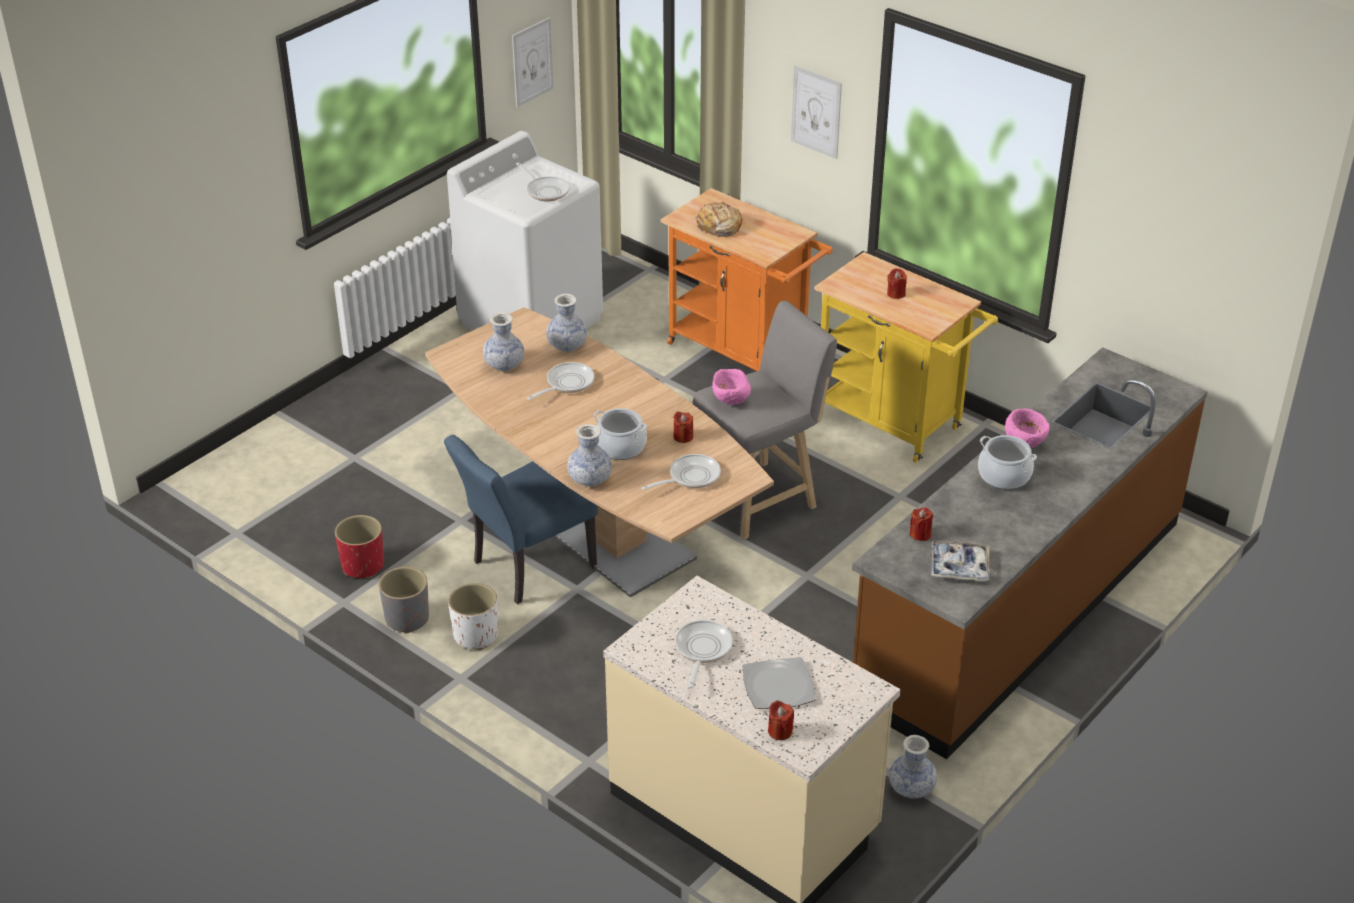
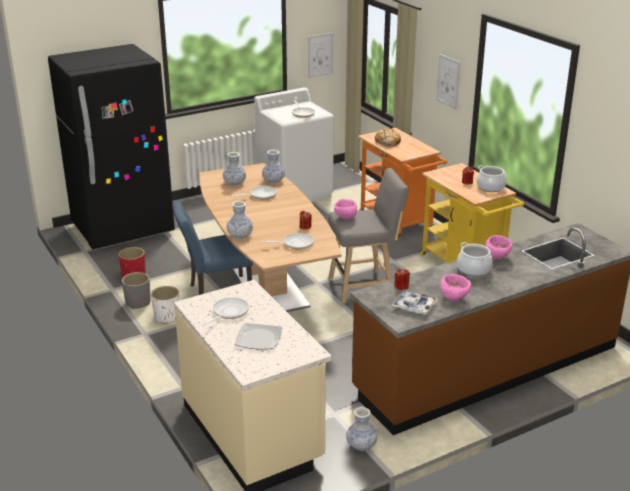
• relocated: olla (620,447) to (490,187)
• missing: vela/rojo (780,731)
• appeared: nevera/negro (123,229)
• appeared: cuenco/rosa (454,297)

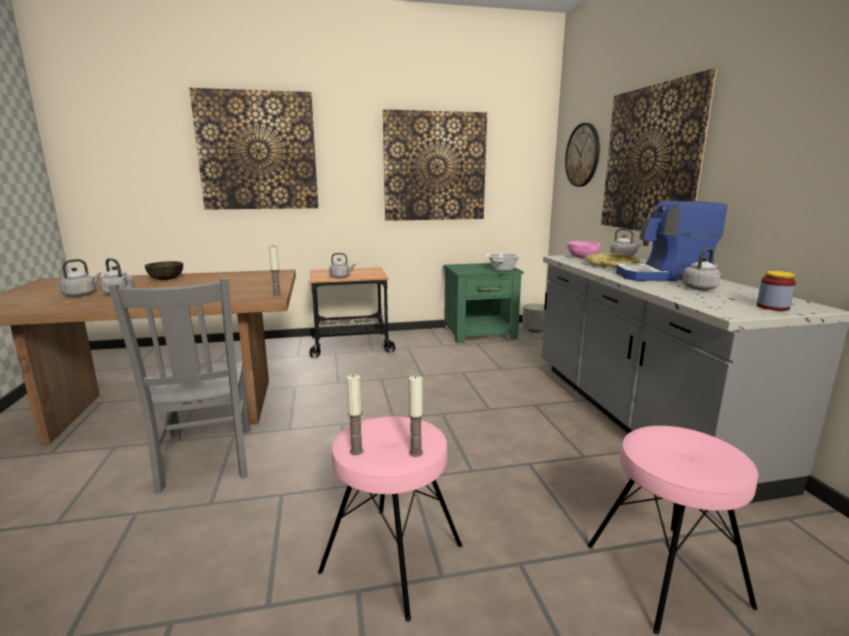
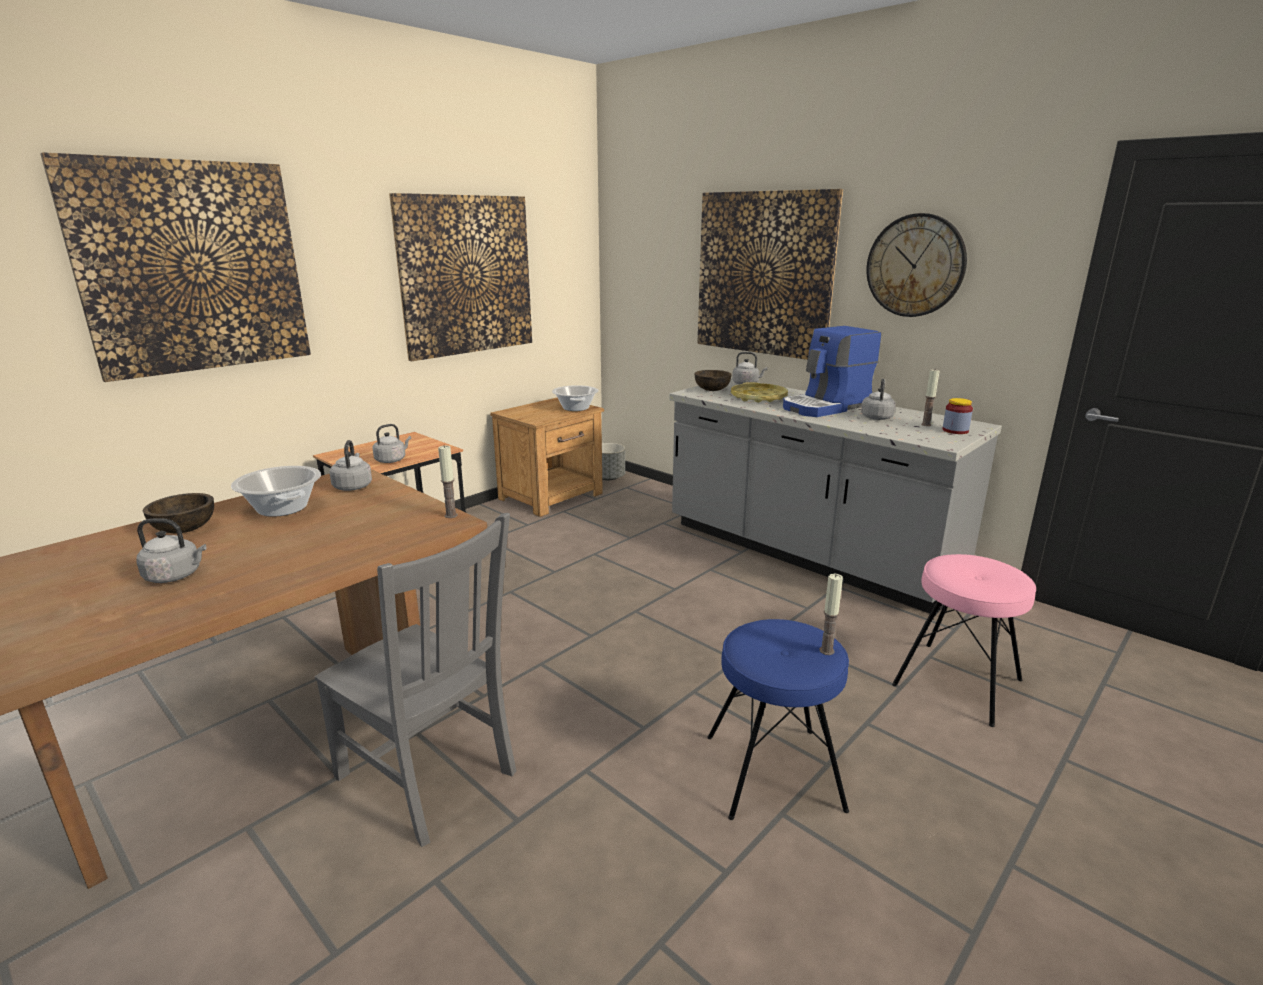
• relocated: reloj de pared (582,155) to (915,266)
• colour: cuenco/rosa (582,257) to cuenco/marrón (712,390)
• relocated: hervidor/gris (81,294) to (353,486)
• colour: mesita de noche/verde (481,333) to mesita de noche/marrón (552,496)
• relocated: vela (356,451) to (926,424)
• colour: taburete/rosa (392,558) to taburete/azul (773,772)
• appeared: olla (283,508)

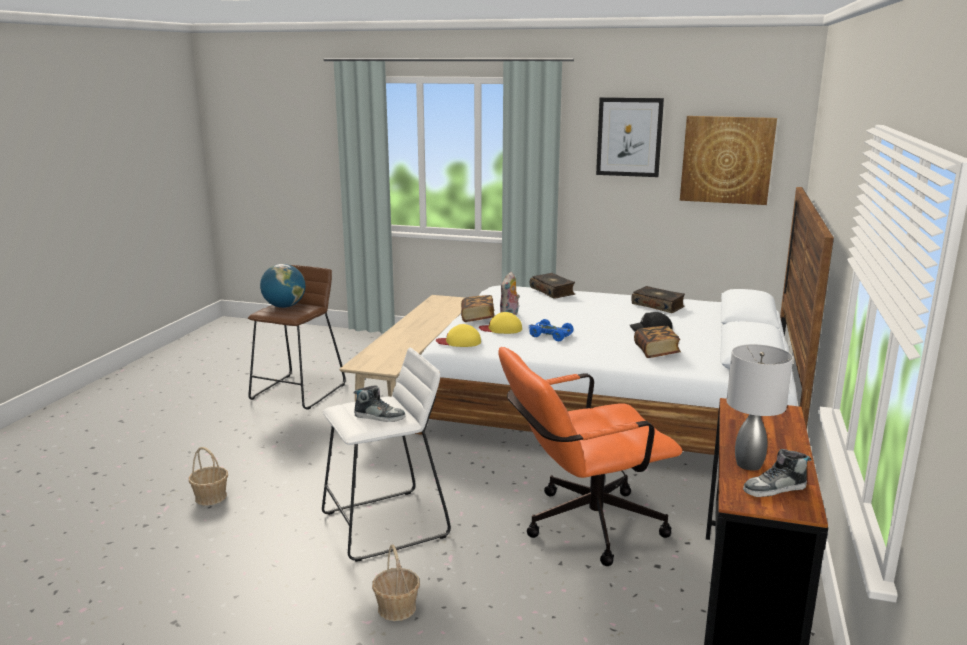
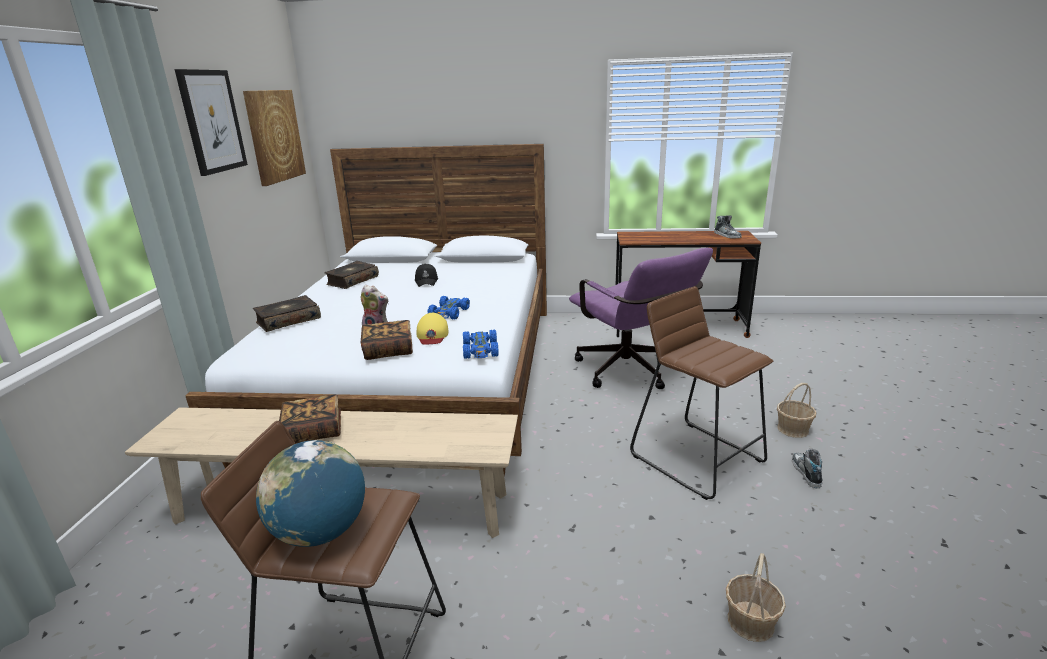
• exchanged: gorra/amarillo (459,342) to coche de juguete/azul (481,350)
• relocated: libro (656,352) to (313,431)
• missing: lámpara de mesa/gris (750,465)
• colour: taburete/blanco (385,525) to taburete/marrón (697,458)
• colour: silla de oficina/naranja (582,526) to silla de oficina/morado (631,373)
• relocated: zapato (379,417) to (806,473)

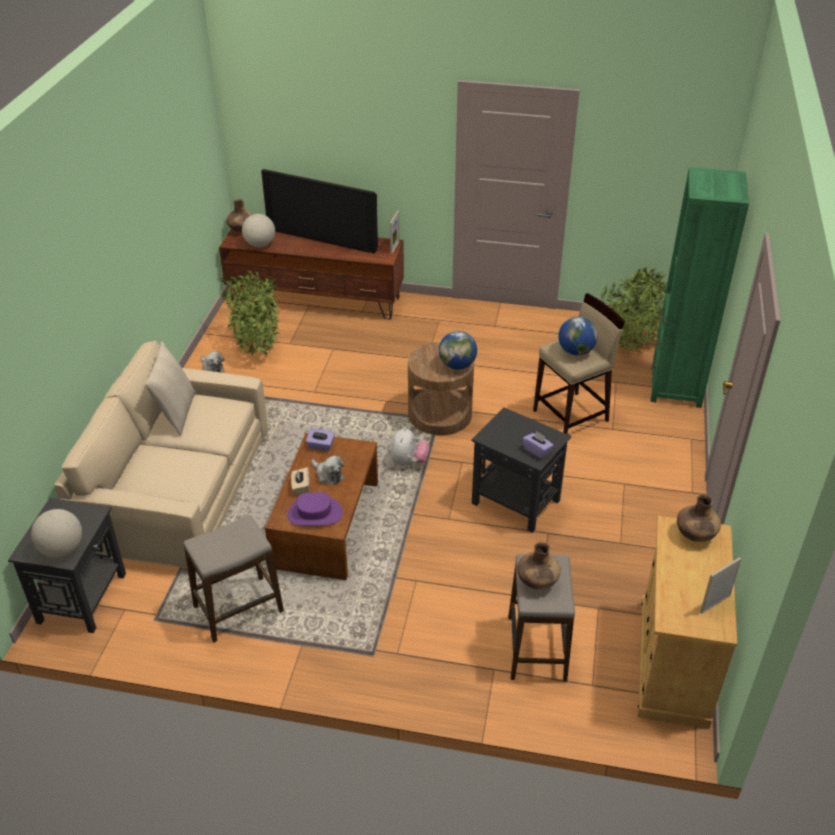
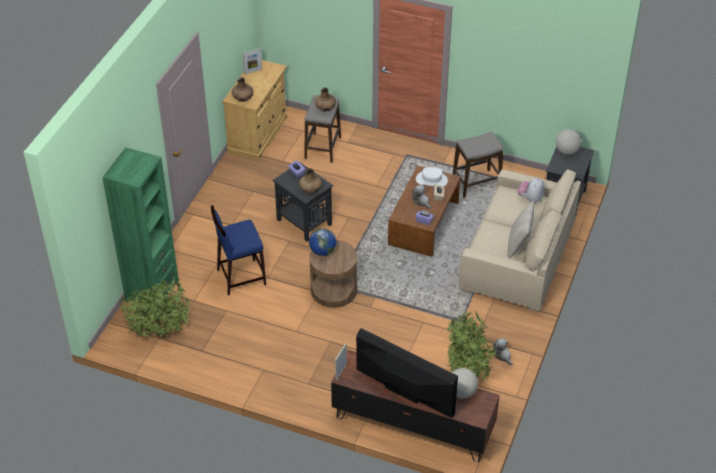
• relocated: florero/marrón (241,230) to (310,189)
• colour: taburete/beis (571,416) to taburete/azul (240,277)
• missing: globo terráqueo (576,351)
• relocated: peluche (408,462) to (530,198)
• colour: sombrero/morado (314,514) to sombrero/blanco (431,180)

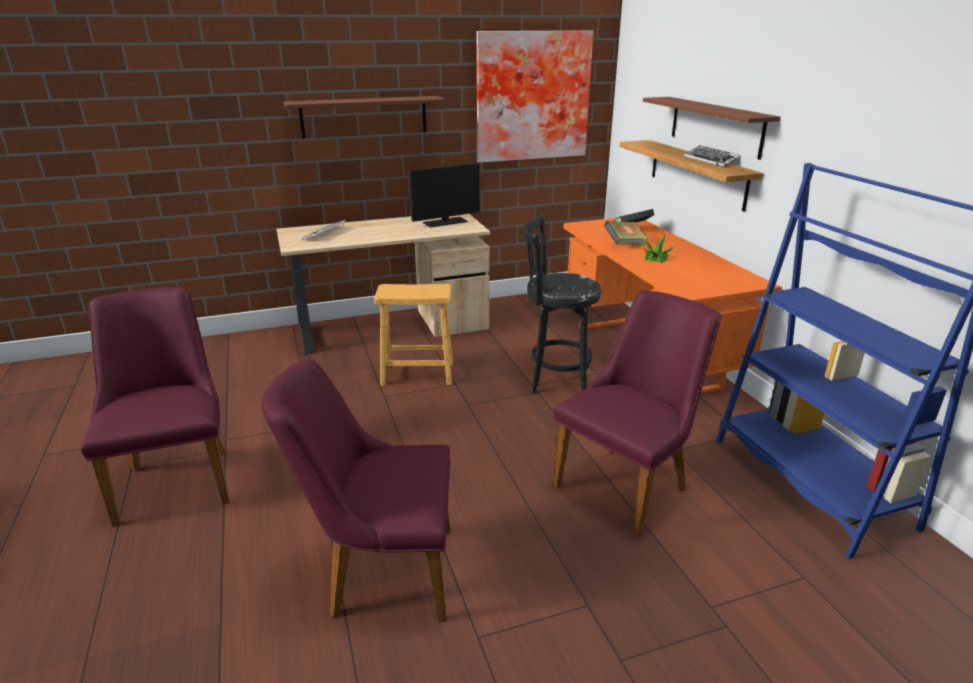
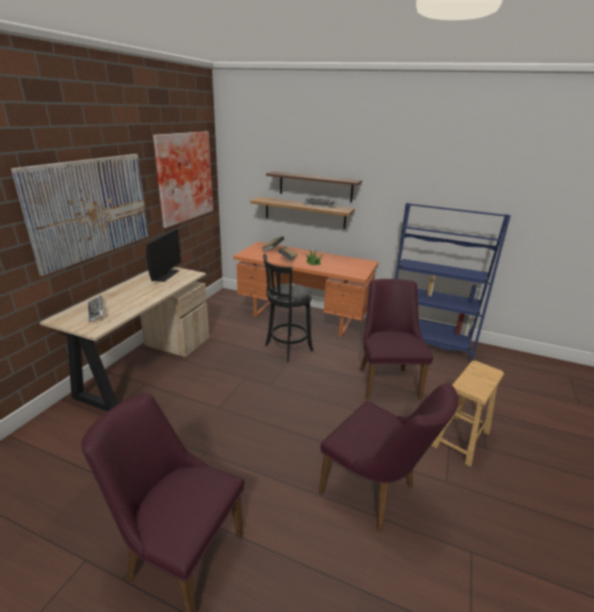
• exchanged: estante/marrón (364,116) to cuadro (91,208)
• relocated: taburete/marrón (417,374) to (461,439)
• spun: silla/morado (380,572) = (375,492) 90 degrees counterclockwise

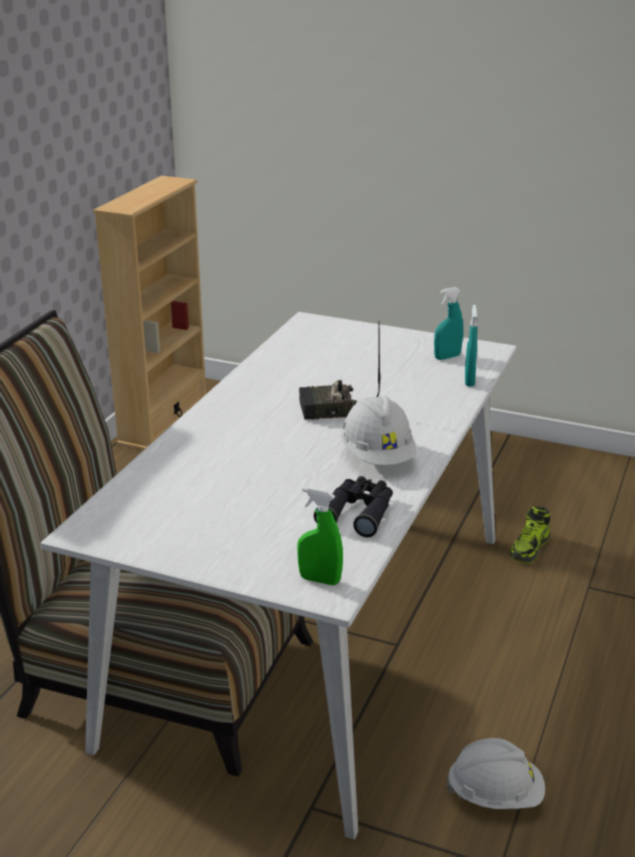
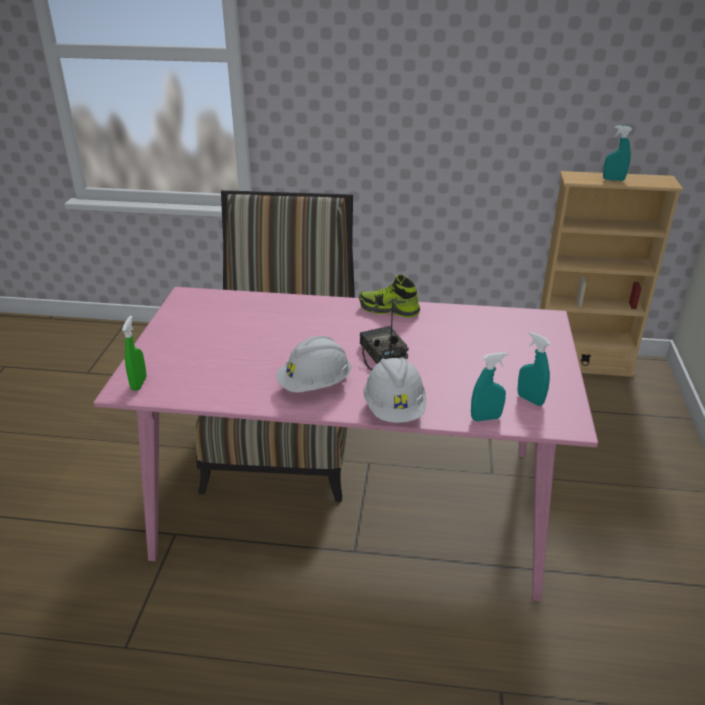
• colour: mesa de comedor/blanco (316,631) to mesa de comedor/rosa (353,502)
• missing: prismáticos/negro (358,512)
• relocated: zapato (529,549) to (389,310)
• relocated: casco/blanco (495,795) to (394,409)
• appeared: pulverizador/turquesa (613,180)

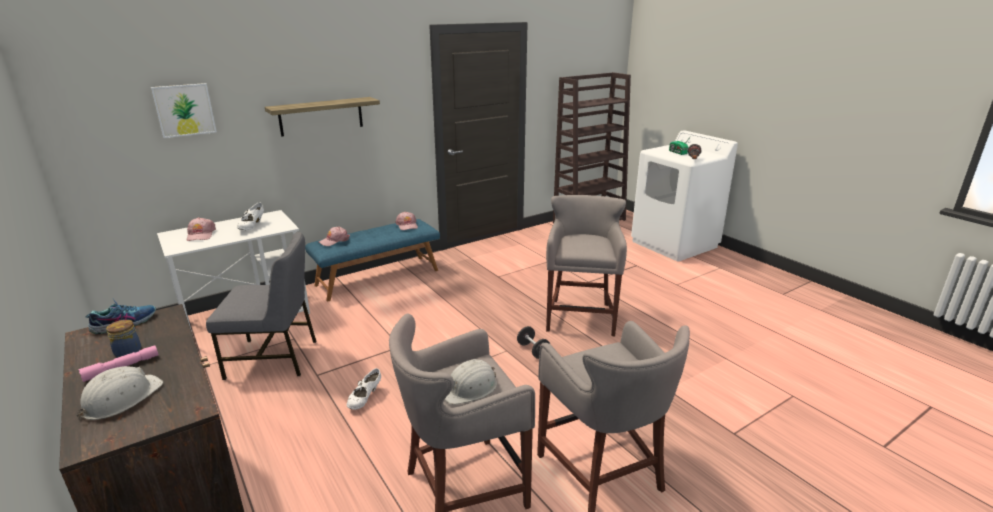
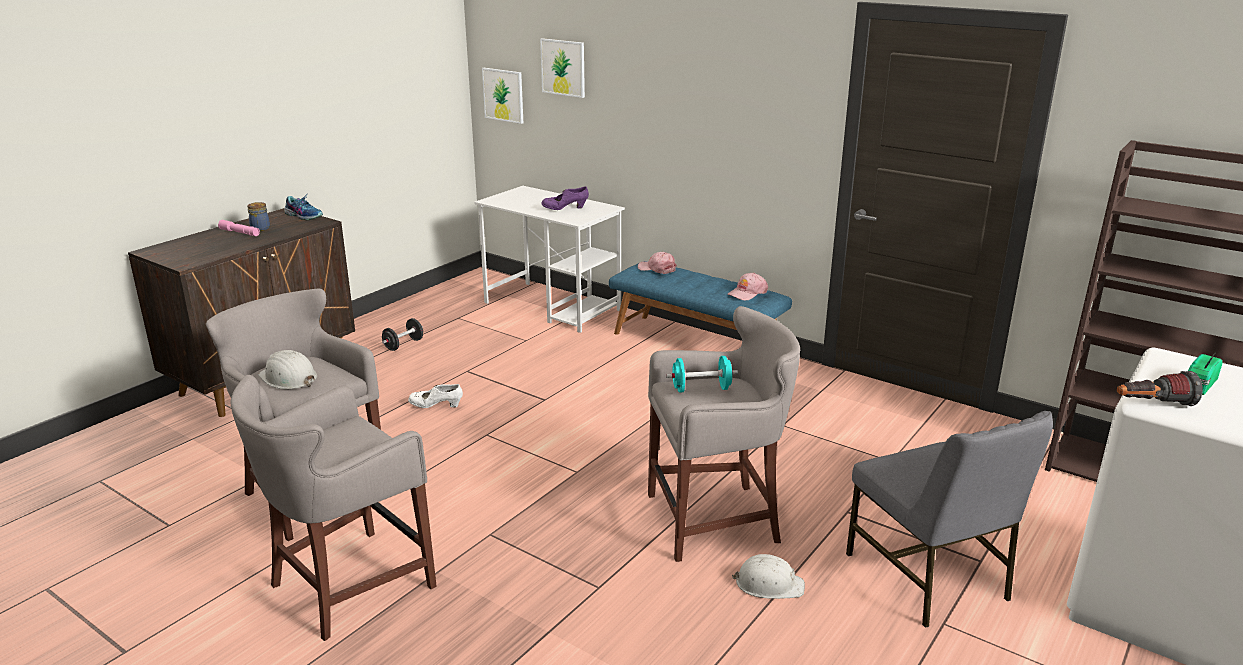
• missing: estante (321,116)
• colour: zapato/blanco (252,227) to zapato/morado (565,209)
• missing: gorra/rosa (201,235)
• relocated: silla/gris (274,358) to (929,577)
• relocated: mancuerna/negro (533,350) to (403,344)
• relocated: casco/blanco (121,398) to (768,584)
• appeared: cuadro (503,95)
• appeared: mancuerna/turquesa (701,389)

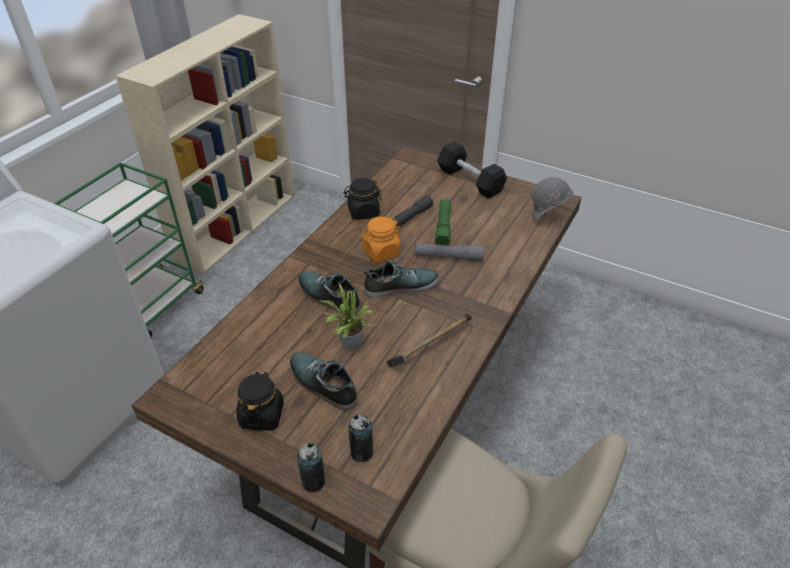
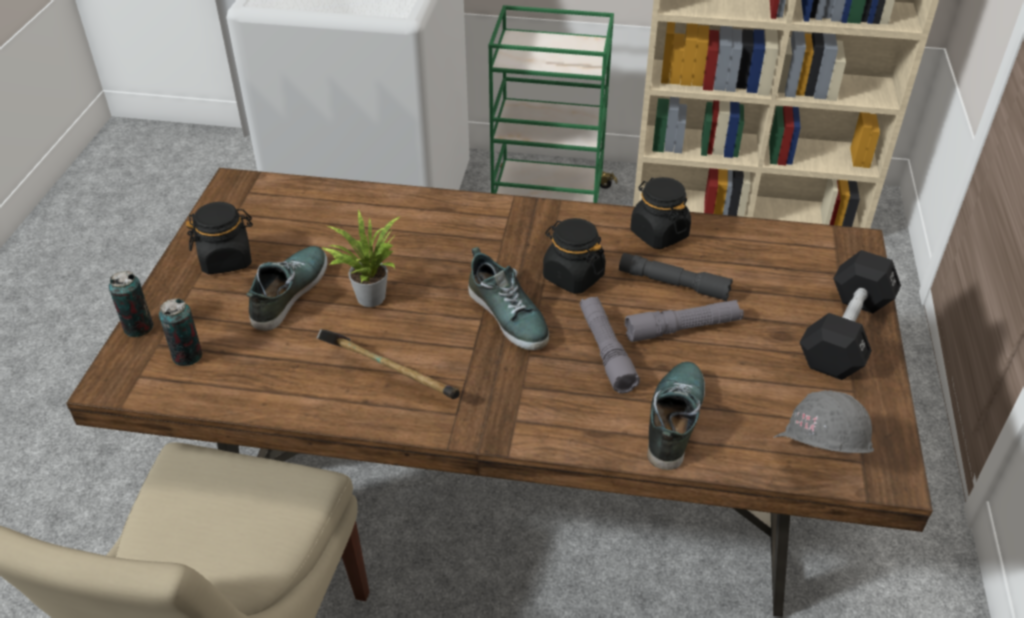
• colour: linterna/verde (443,227) to linterna/gris (683,328)
• colour: tarro/naranja (381,253) to tarro/negro (573,276)
• relocated: zapato (328,297) to (673,419)

